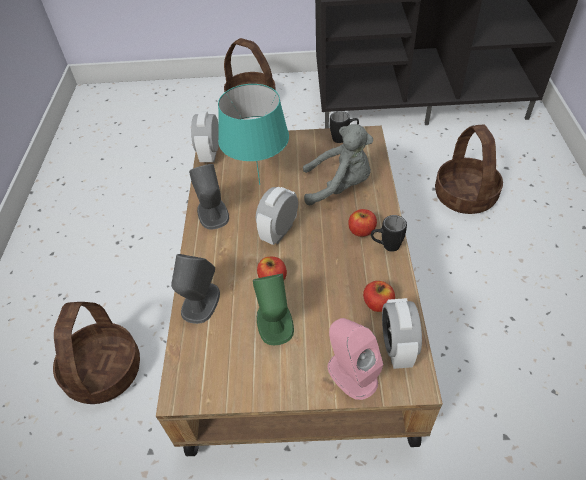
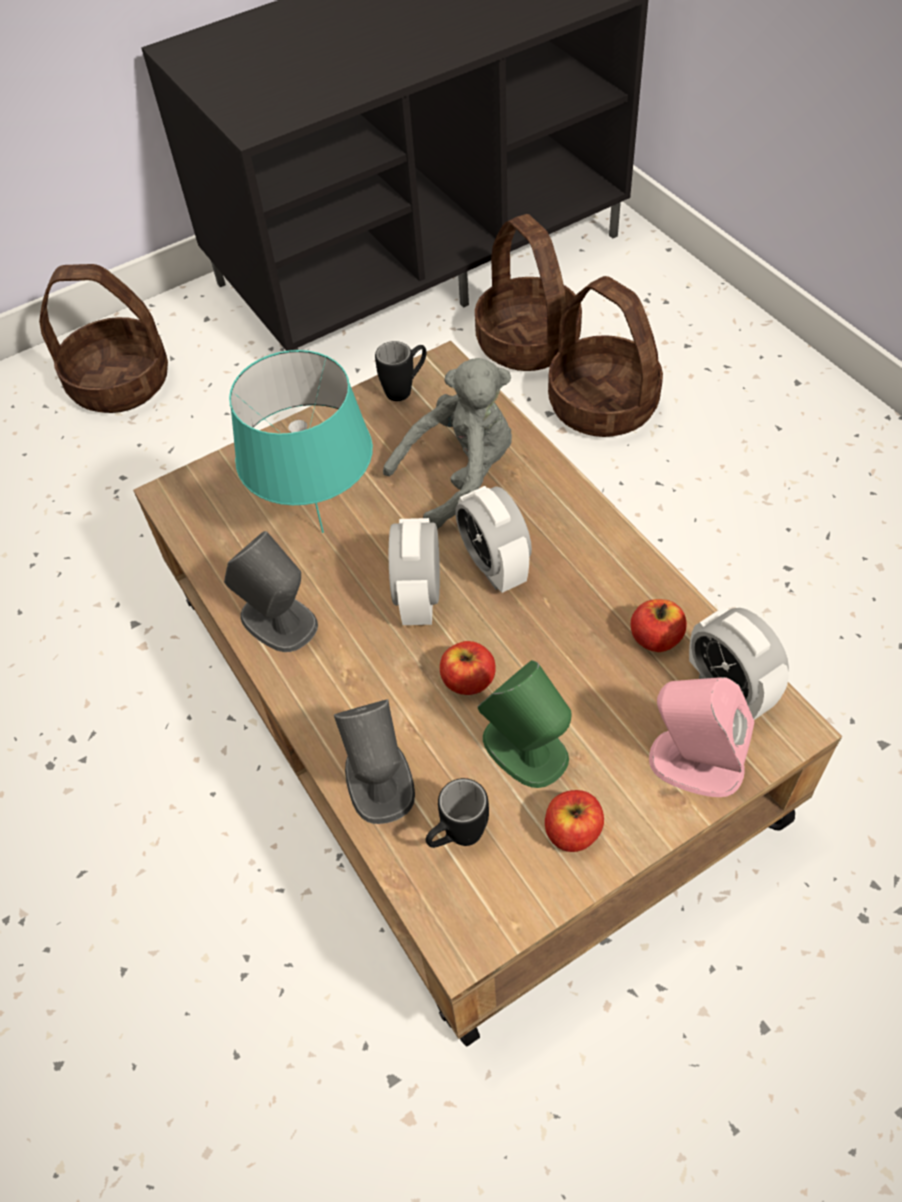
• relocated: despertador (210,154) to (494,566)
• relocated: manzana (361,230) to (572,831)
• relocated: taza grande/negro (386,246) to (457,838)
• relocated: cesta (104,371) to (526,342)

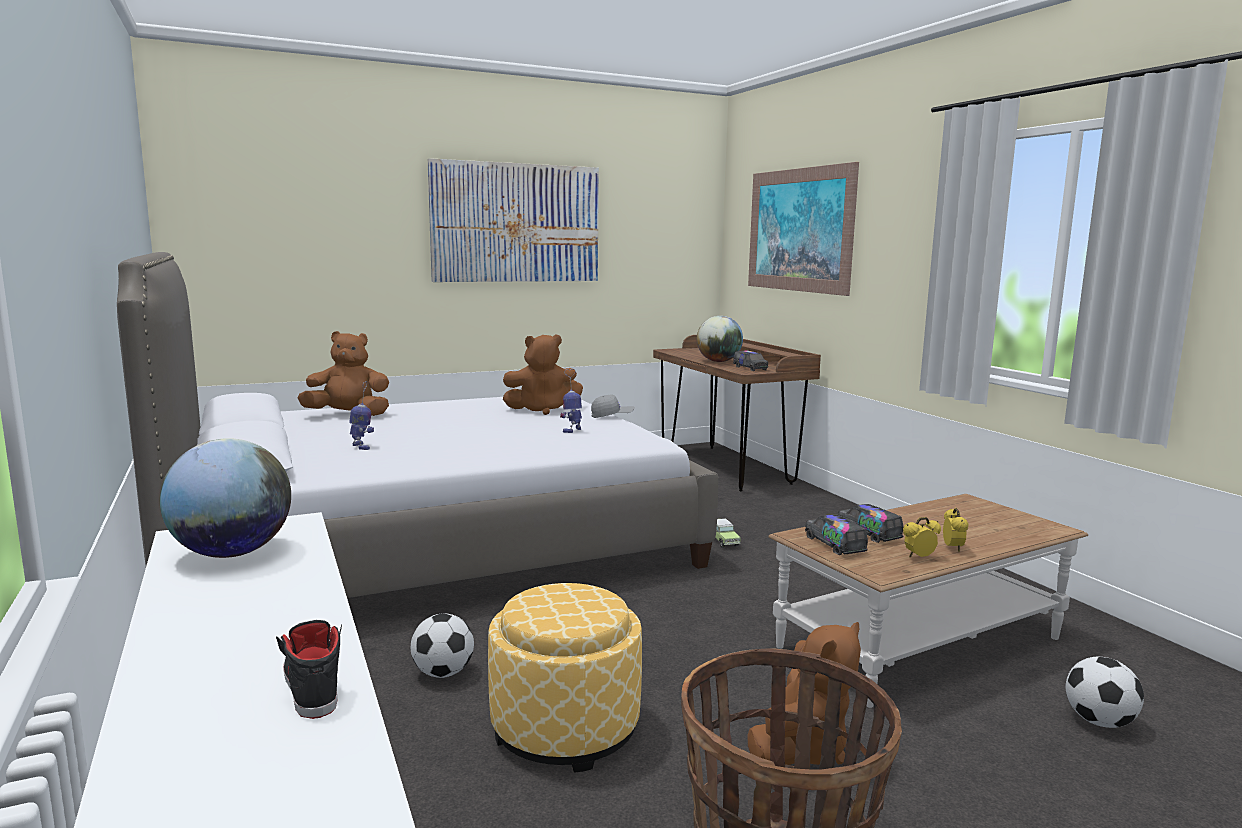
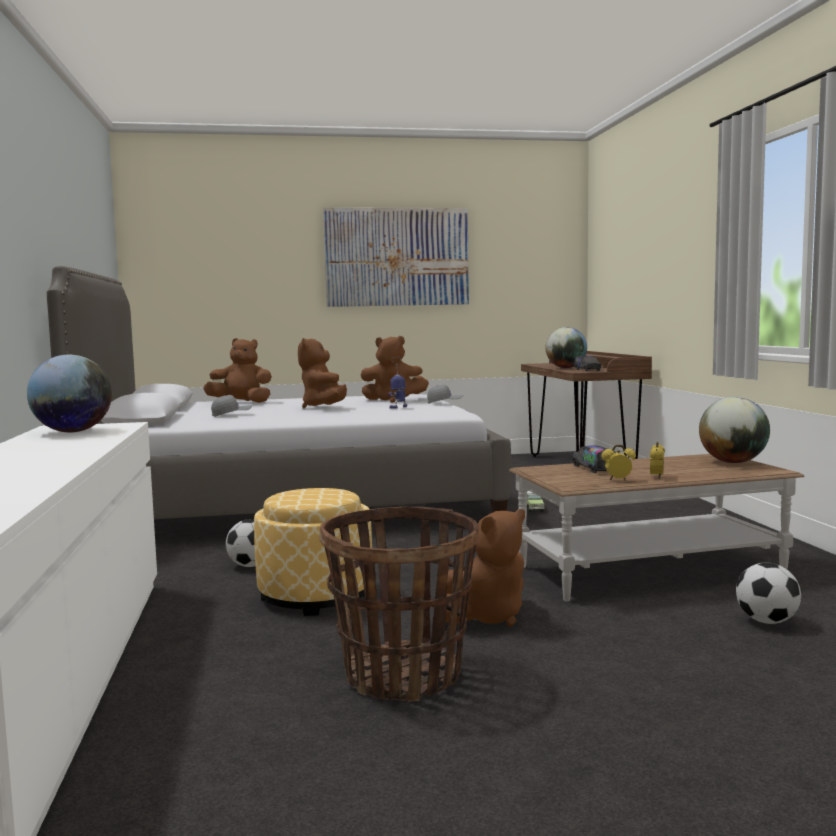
• missing: cuadro (799,230)
• exchanged: robot de juguete (362,447) to gorra/gris (231,415)
• missing: camión de juguete (834,544)
• missing: zapato/negro (311,683)
• appeared: peluche/marrón (324,407)
• appeared: globo terráqueo (733,462)

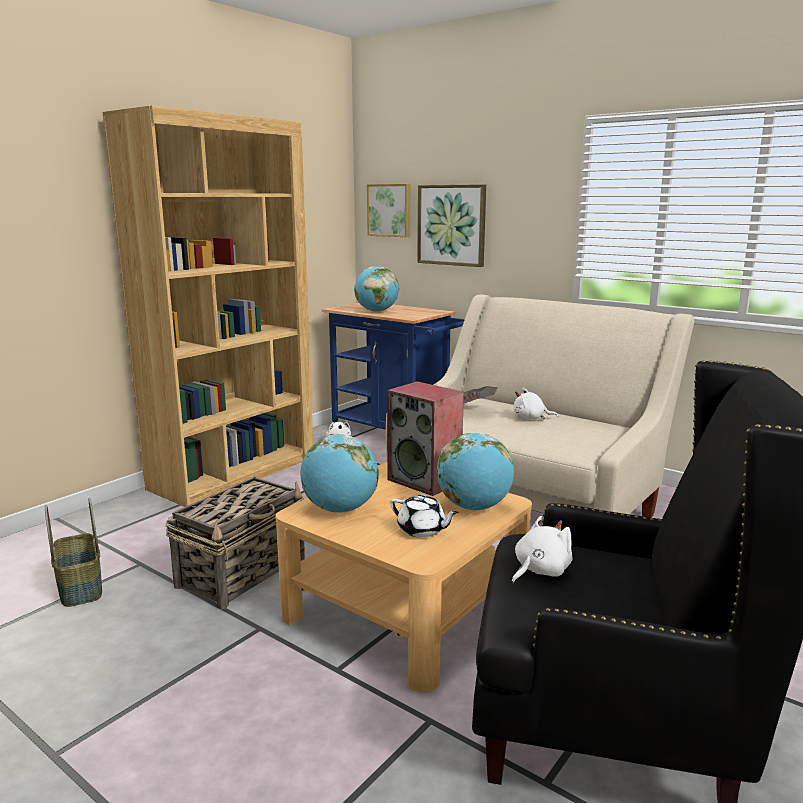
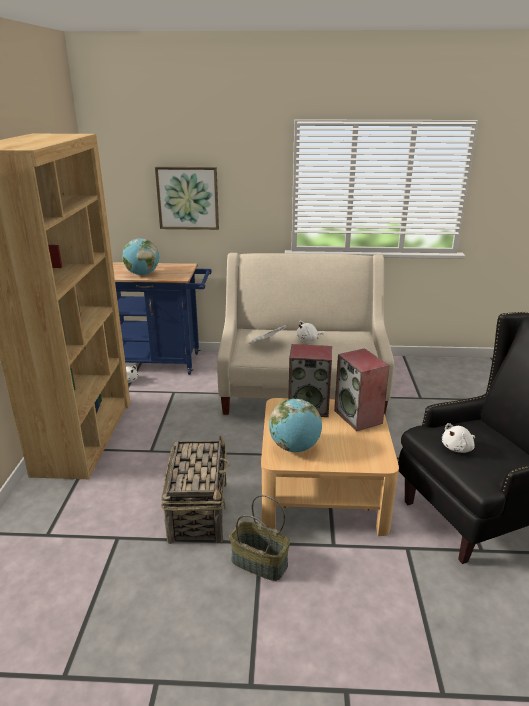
• missing: cuadro (390,210)
• exchanged: globo terráqueo (474,507) to altavoz (359,417)
• missing: tetera/blanco (422,530)
• relocated: cesta (79,587) to (258,563)
• spun: peluche/blanco (539,571) = (458,448) 135 degrees counterclockwise

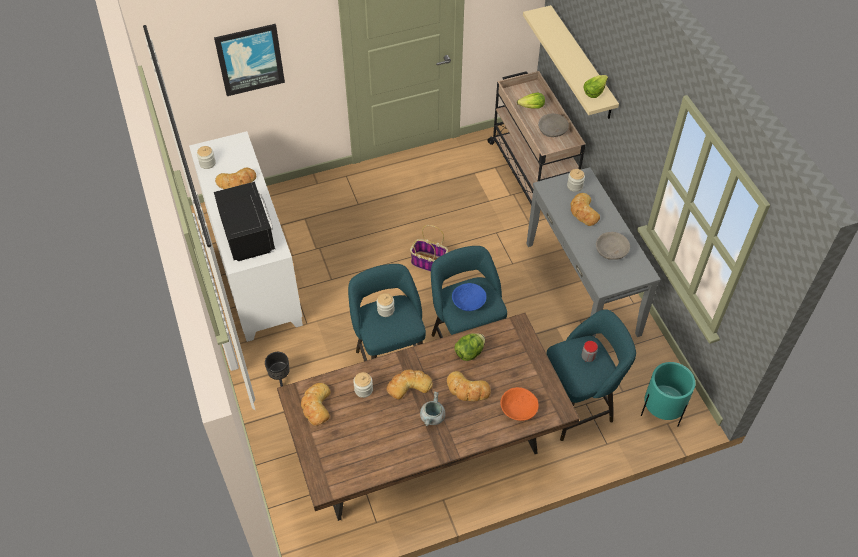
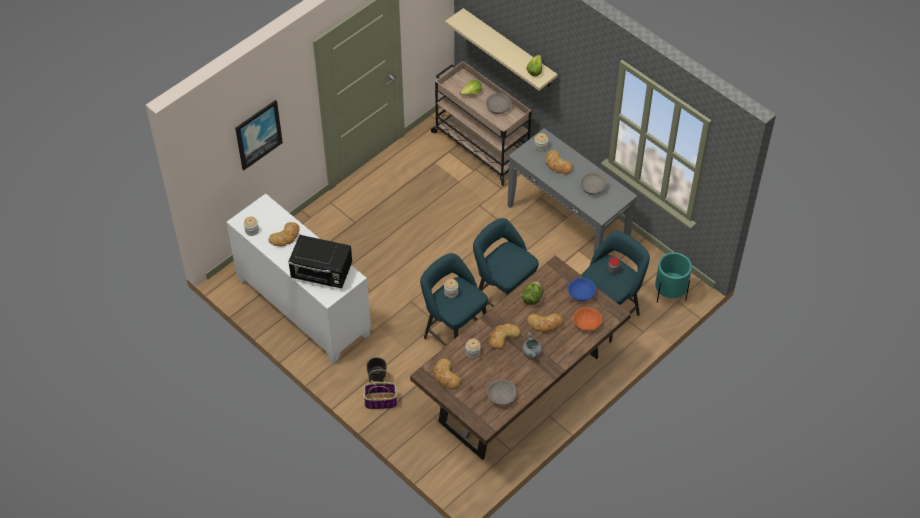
• spun: microondas/negro (248,234) = (322,273) 150 degrees clockwise
• relocated: cesta (429,263) to (381,401)
• relocated: cuenco/azul (468,302) to (581,293)
• appeared: cuenco/gris (501,396)

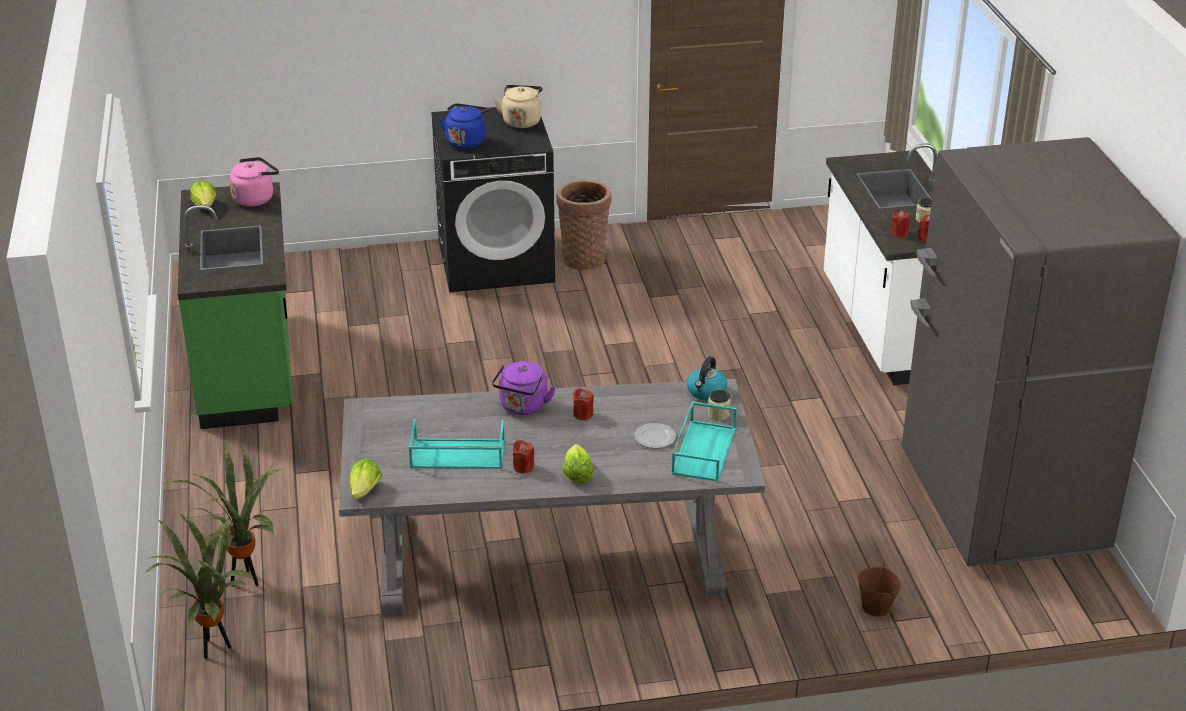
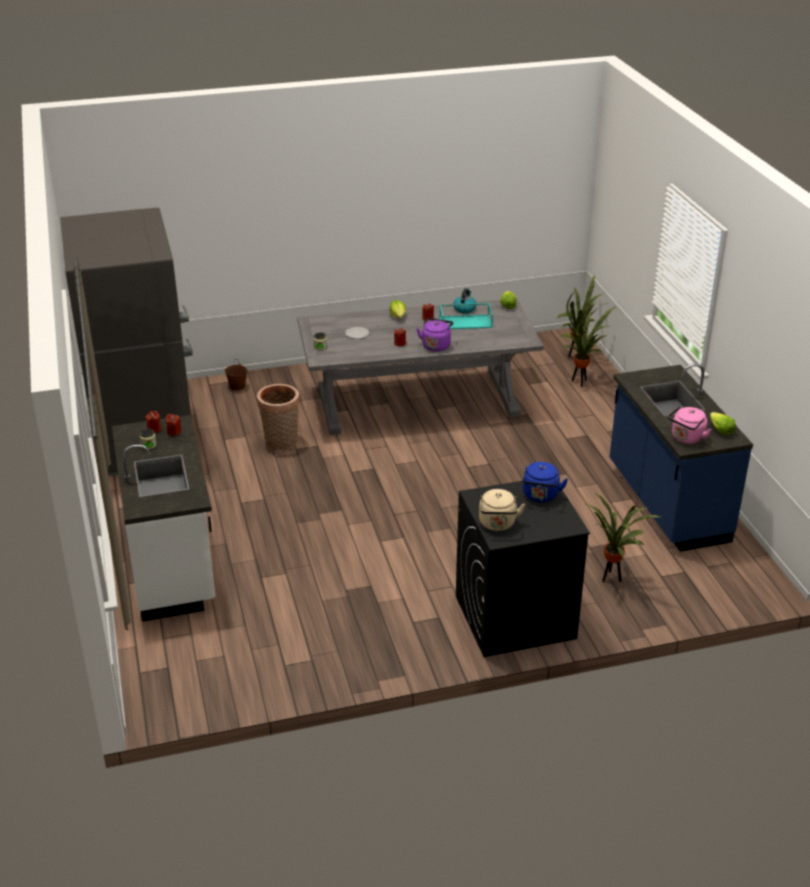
• relocated: cesta (584,258) to (281,443)
• colour: mueble bajo de cocina/verde (248,367) to mueble bajo de cocina/azul (666,504)
• relocated: hervidor (706,392) to (464,309)
• missing: bandeja/turquesa (703,450)
• appeared: planta en maceta (611,578)

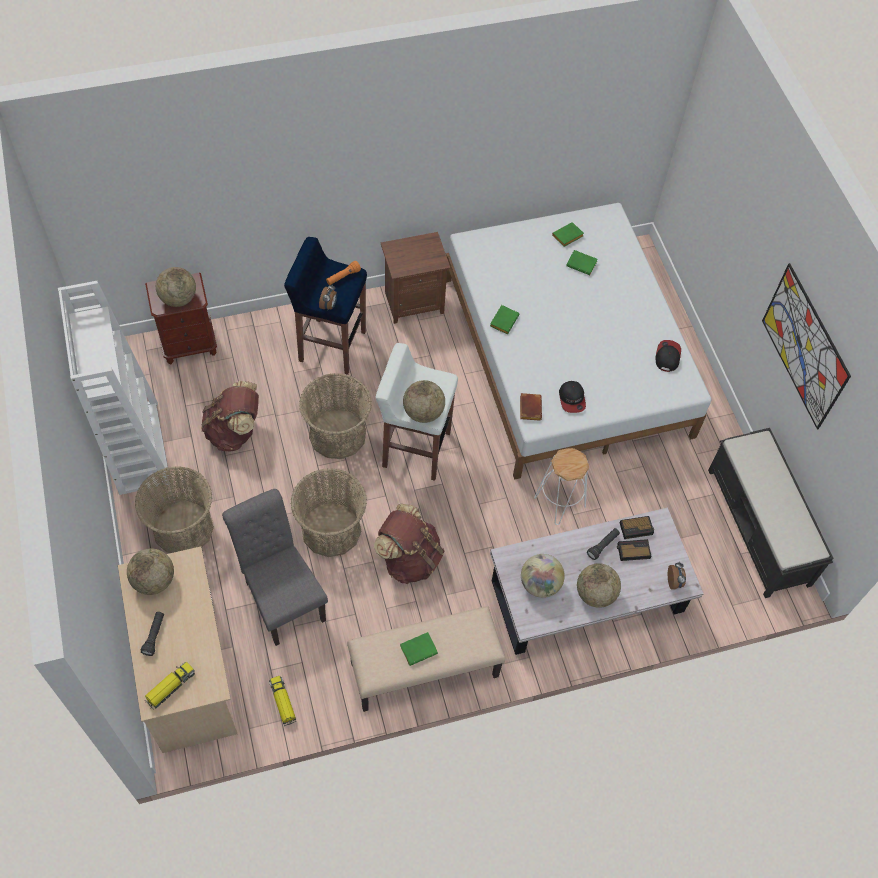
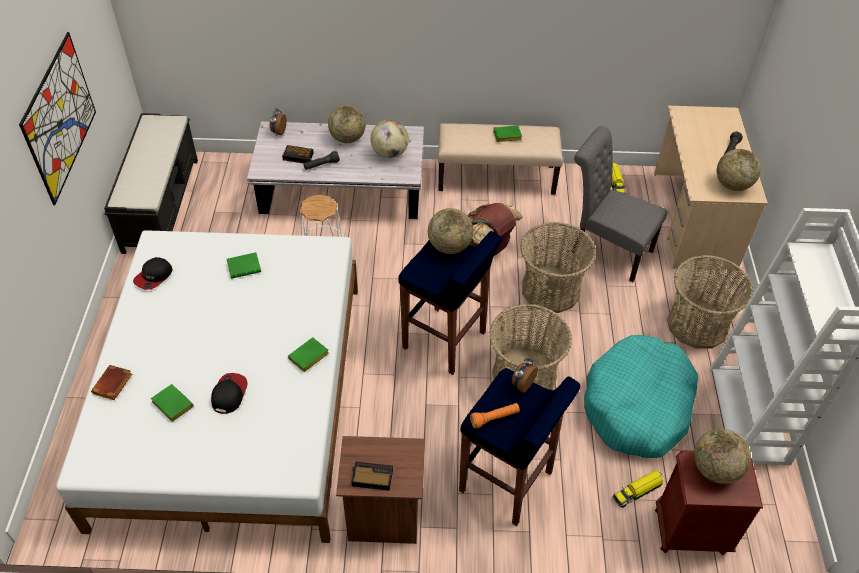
• relocated: libro/verde (567,237) to (245,267)
• colour: taburete/blanco (415,449) to taburete/azul (445,341)
• exchanged: mochila/marrón (235,431) to cama para perro/turquesa (638,406)
• relocated: gorra (572,399) to (229,394)
• relocated: libro/marrón (529,407) to (113,385)
• spun: silla/gris (281,597) = (606,249) 135 degrees clockwise
• relocated: despertador (636,528) to (371,477)
• relocated: camión de juguete (170,687) to (637,491)

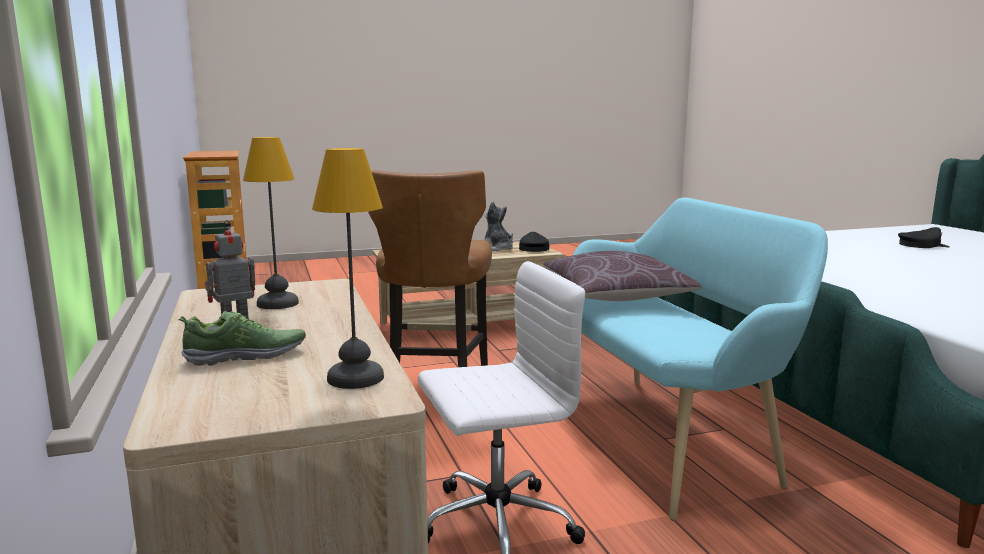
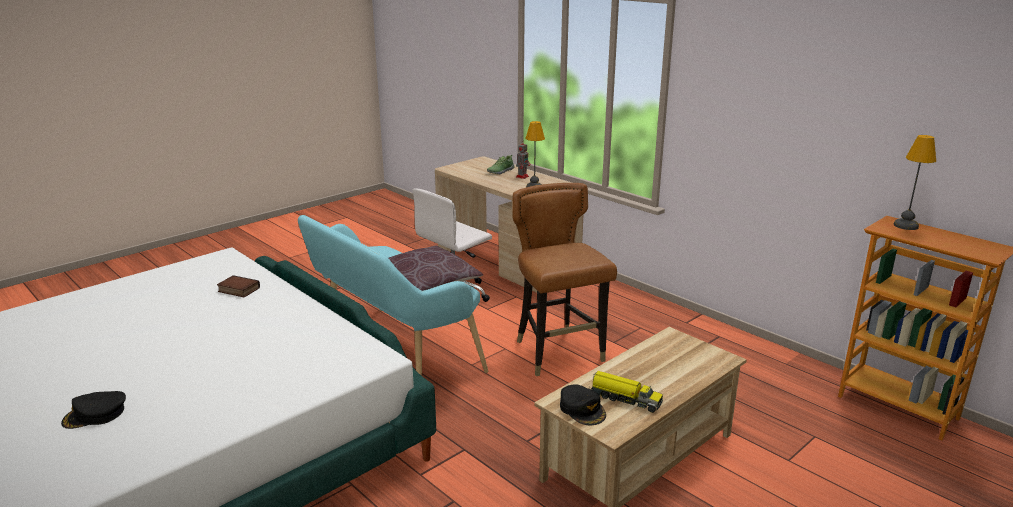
• relocated: lámpara de mesa (355,377) to (906,226)
• exchanged: peluche (497,248) to camión de juguete (624,399)
• appeared: libro (238,290)

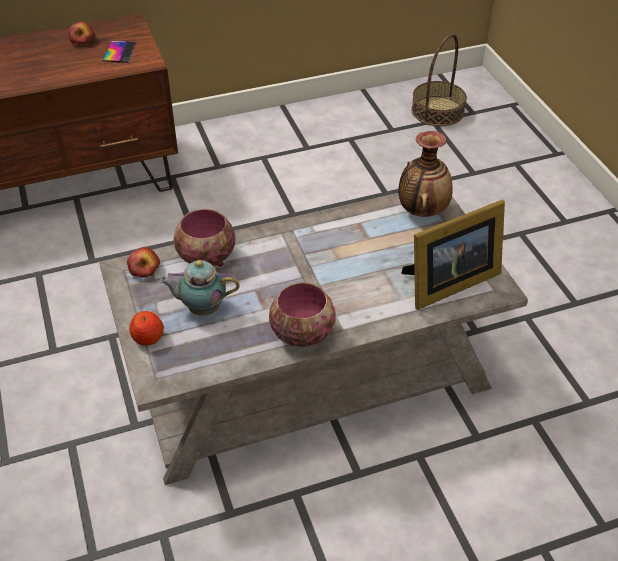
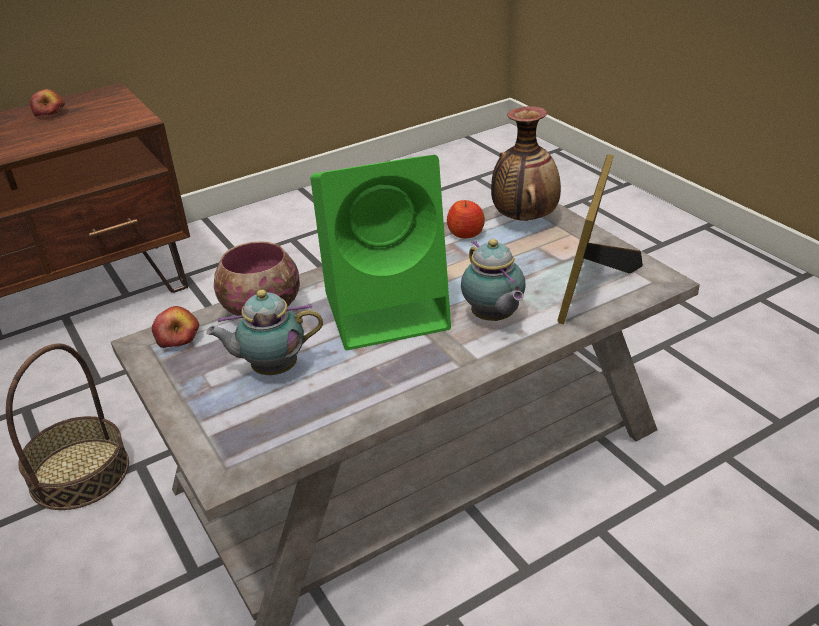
• relocated: cesta (437,111) to (79,473)
• missing: móvil (119,52)
• spun: portarretratos (447,283) = (591,285) 150 degrees clockwise
• missing: cuenco (301,333)
• relocated: manzana (148,338) to (466,234)
• appeared: altavoz/verde (389,309)
• appeared: tetera (493,318)

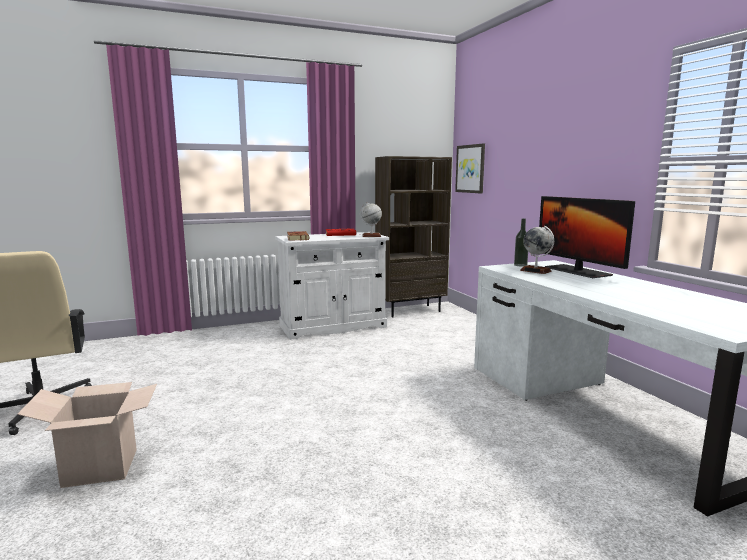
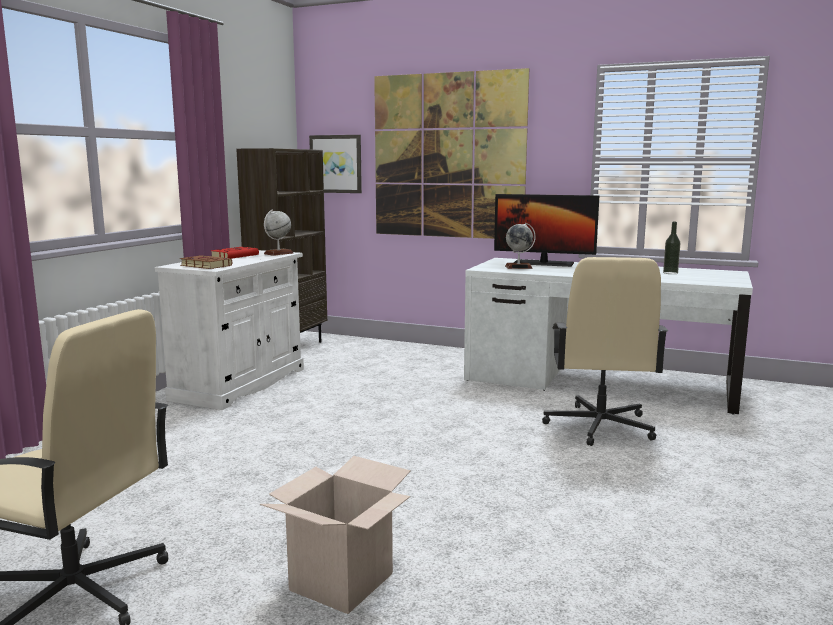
• relocated: botella (520,265) to (670,273)
• appeared: cuadro (448,156)
• appeared: silla de oficina/beis (599,426)

